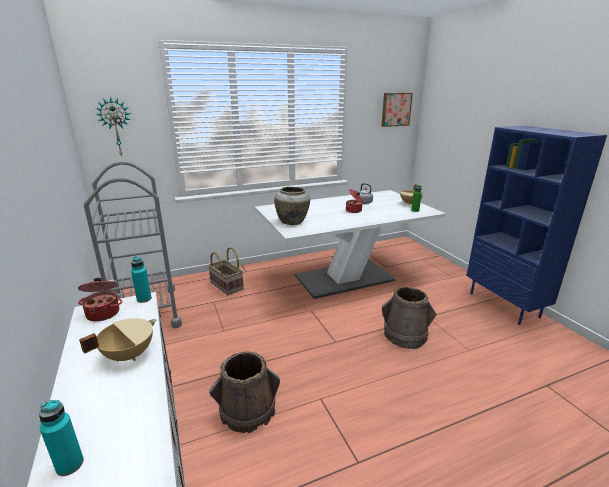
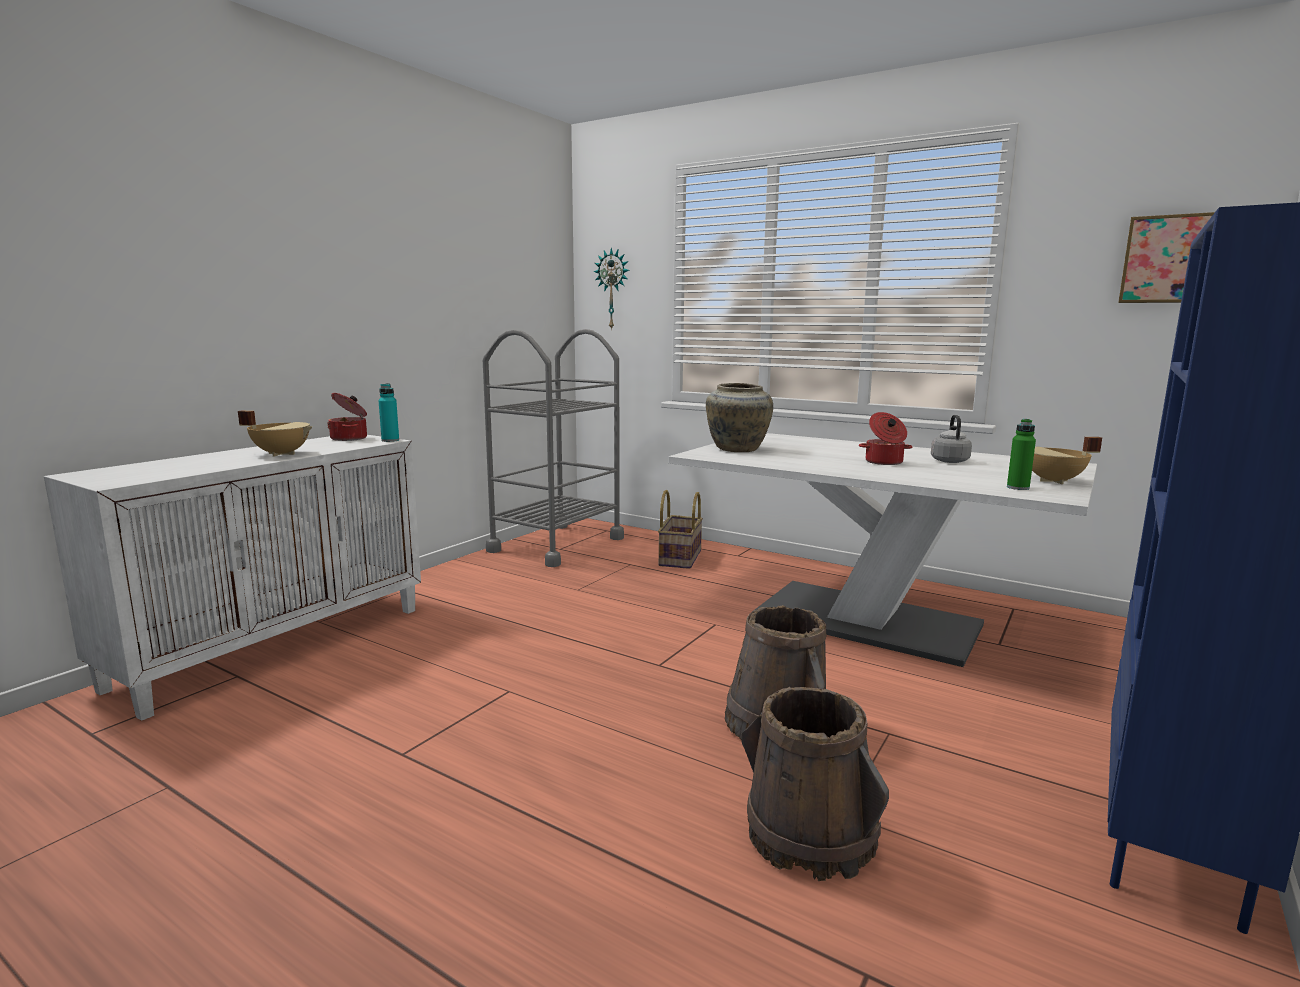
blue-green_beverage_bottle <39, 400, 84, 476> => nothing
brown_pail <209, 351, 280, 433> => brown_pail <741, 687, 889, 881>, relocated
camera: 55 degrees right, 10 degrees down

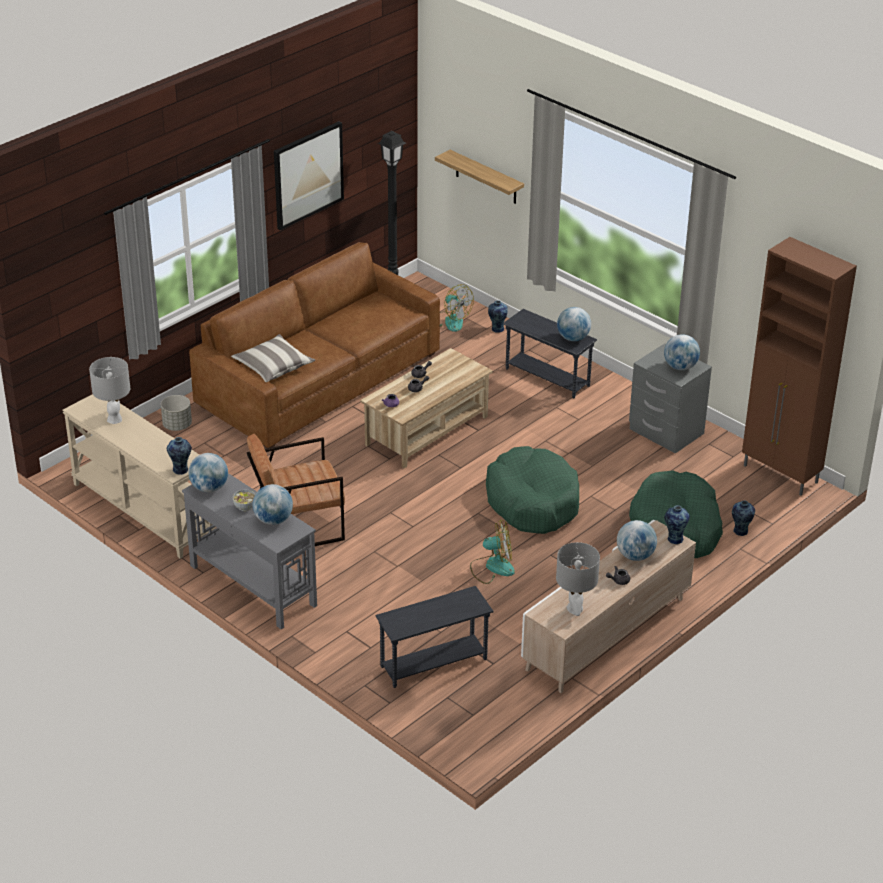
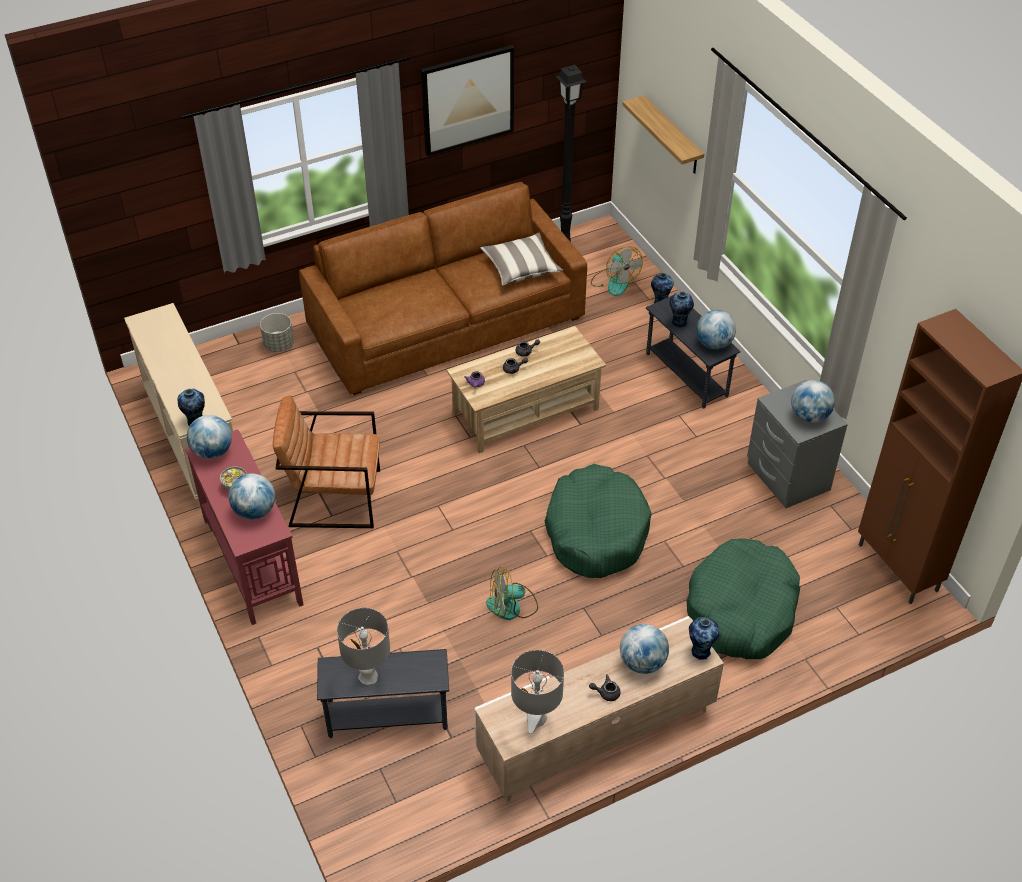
grey_lamp_for_a_table <89, 357, 130, 424> => grey_lamp_for_a_table <337, 608, 390, 685>, relocated
pillow <231, 334, 315, 382> => pillow <481, 233, 563, 285>, relocated
vase <732, 501, 755, 536> => vase <669, 292, 694, 328>, relocated
grey_console_table <182, 473, 317, 629> => red-coloured_console_table <184, 429, 303, 625>
cooling_fan <470, 520, 515, 584> => cooling_fan <486, 567, 538, 620>, 150 degrees clockwise
camera: 20 degrees right, 10 degrees up

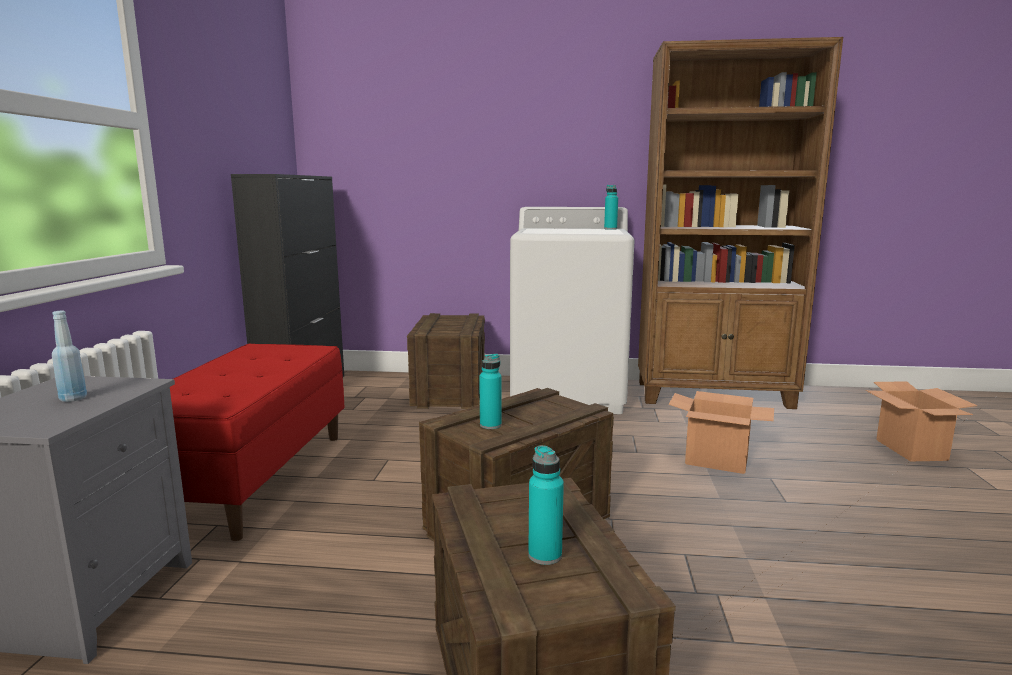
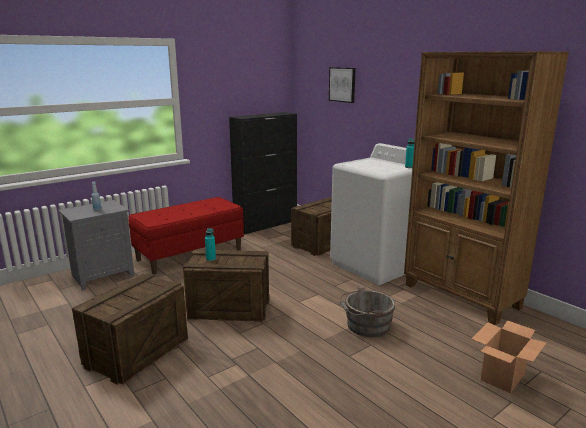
blue-green_beverage_bottle <528, 445, 564, 565> => nothing
nothing => picture <329, 67, 356, 103>
packing_box <669, 391, 774, 474> => grey_pail <340, 287, 395, 337>
camera: 45 degrees right, 5 degrees up

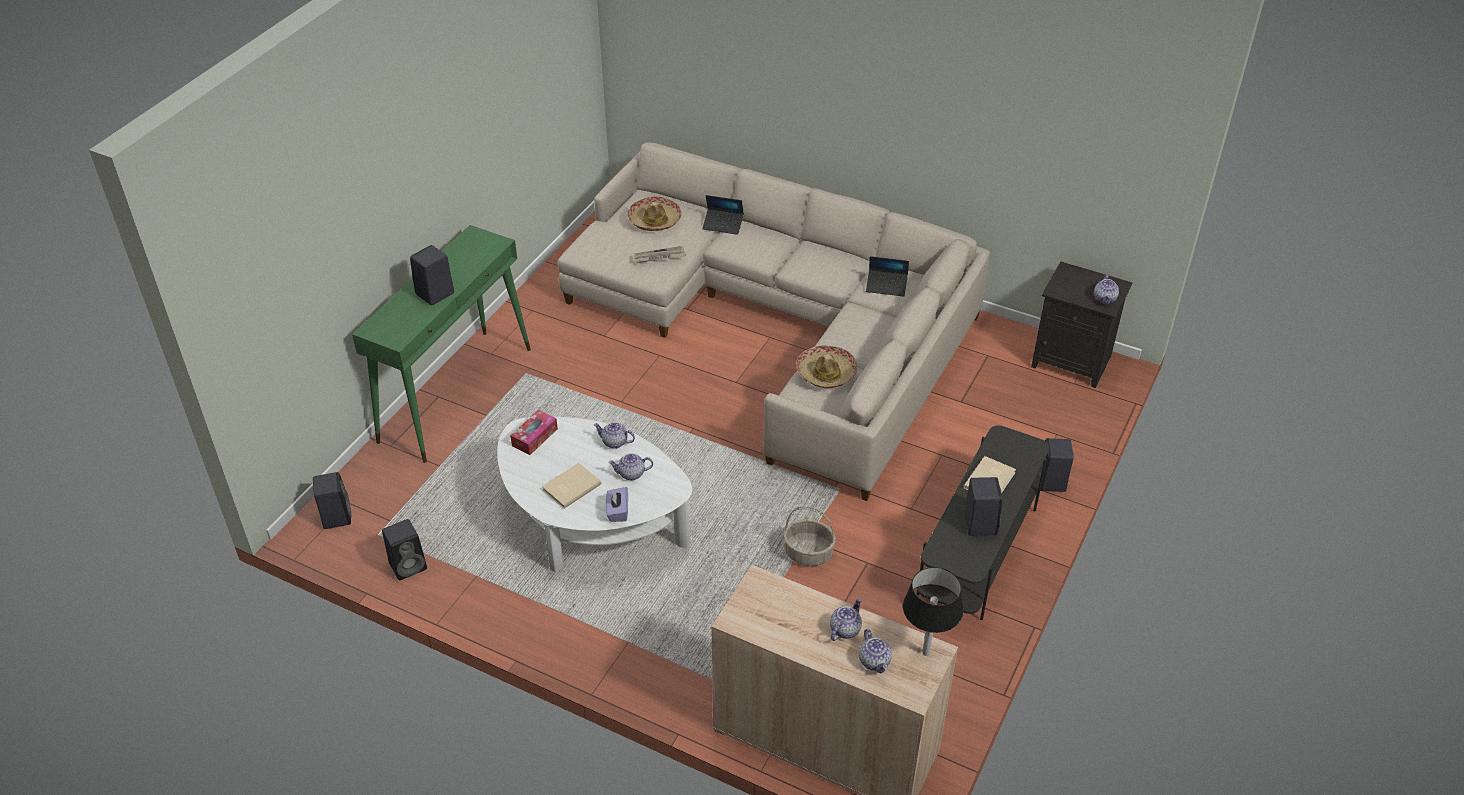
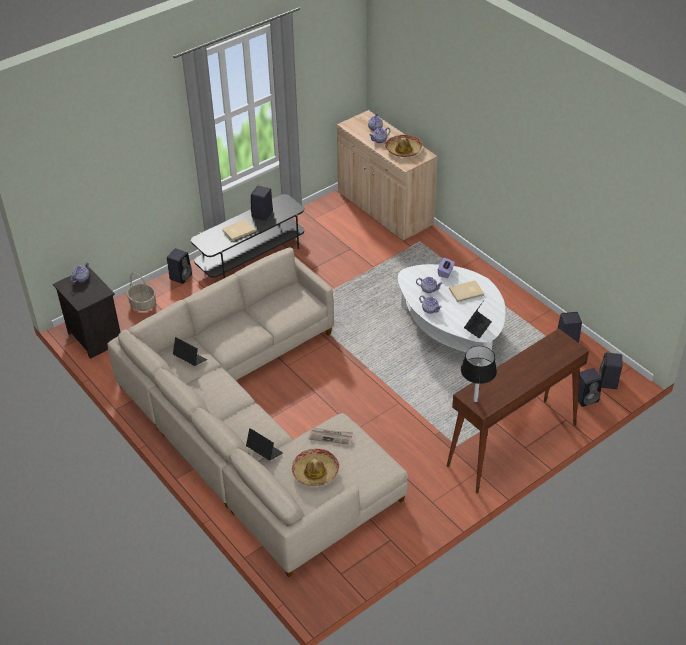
black-coloured_audio_speaker <410, 245, 454, 306> => black-coloured_audio_speaker <578, 368, 602, 407>, relocated
household_basket <783, 506, 836, 566> => household_basket <127, 272, 156, 311>, relocated
hat <796, 345, 857, 388> => hat <385, 135, 422, 157>, relocated
black-coloured_lamp_for_a_table <903, 567, 963, 656> => black-coloured_lamp_for_a_table <461, 346, 497, 402>, relocated
box_of_tissues <510, 409, 558, 455> => laptop <464, 302, 492, 339>
green_console_table <352, 225, 531, 463> => brown_console_table <447, 328, 589, 494>
camera: 155 degrees left, 0 degrees up

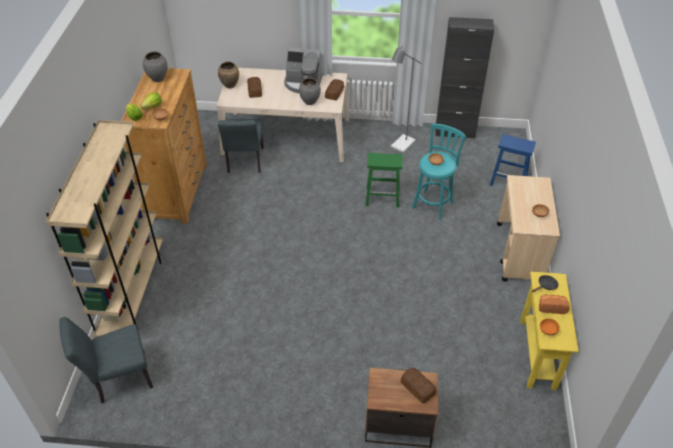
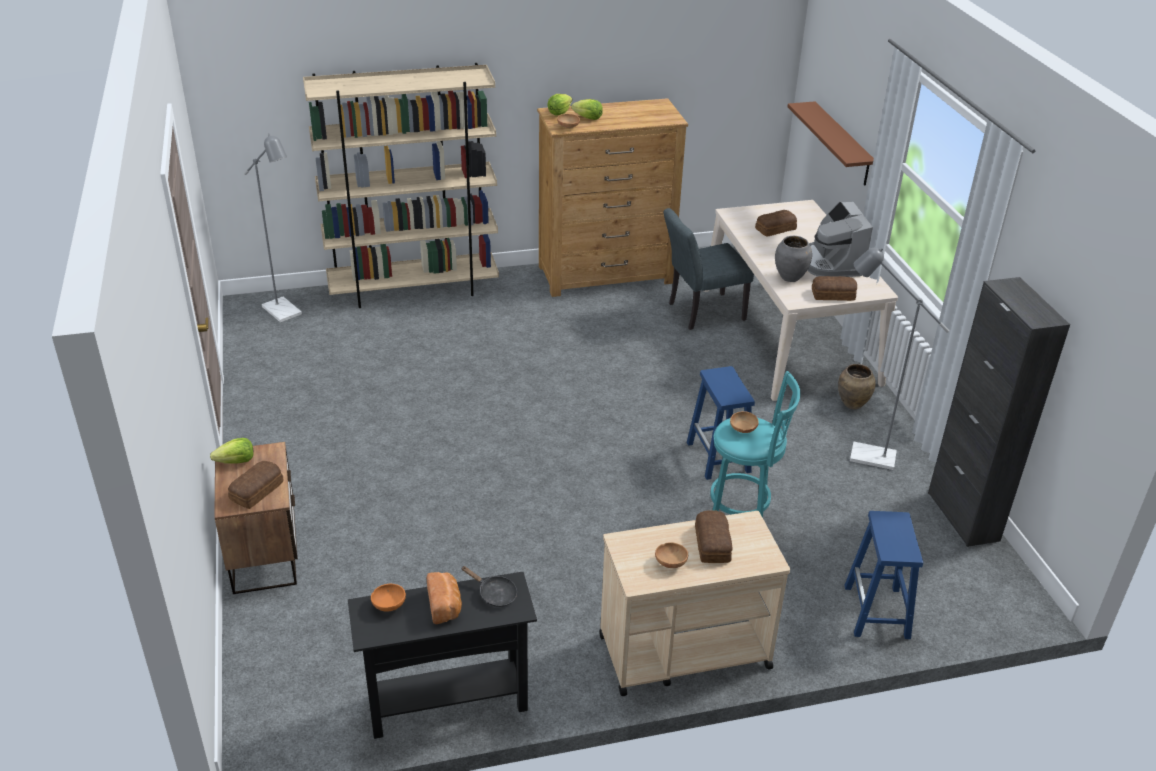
grey_vase <143, 51, 168, 82> => nothing
nothing => lettuce_head <210, 438, 253, 464>
nothing => bread <695, 510, 732, 563>
nothing => brown_bracket_shelf <787, 101, 874, 185>
brown_vase <218, 62, 239, 88> => brown_vase <838, 364, 876, 409>, relocated
grey_chair <59, 317, 153, 404> => grey_standing_lamp <244, 133, 302, 322>
green_sitting_stool <365, 153, 403, 208> => blue_sitting_stool <687, 366, 755, 480>
yellow_console_table <520, 271, 579, 390> => black-coloured_console_table <348, 572, 537, 739>
camera: 70 degrees right, 10 degrees down

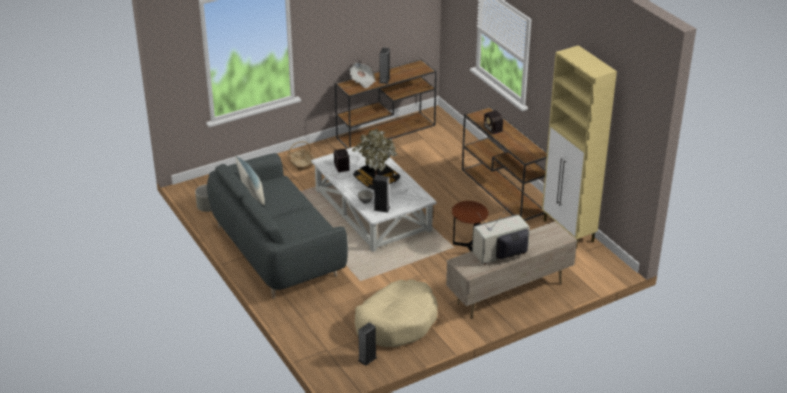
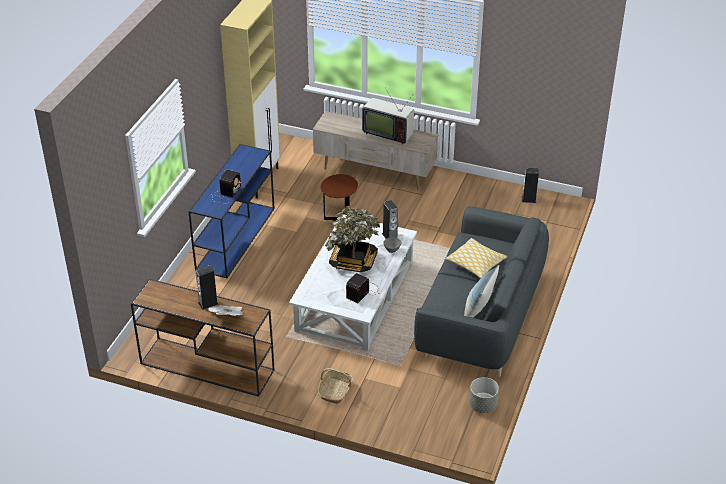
beige_dog_bed <355, 279, 438, 347> => nothing
nothing => pillow <445, 238, 508, 279>
brown_console_table <462, 107, 547, 221> => blue_console_table <188, 144, 275, 278>
camera: 130 degrees left, 5 degrees up

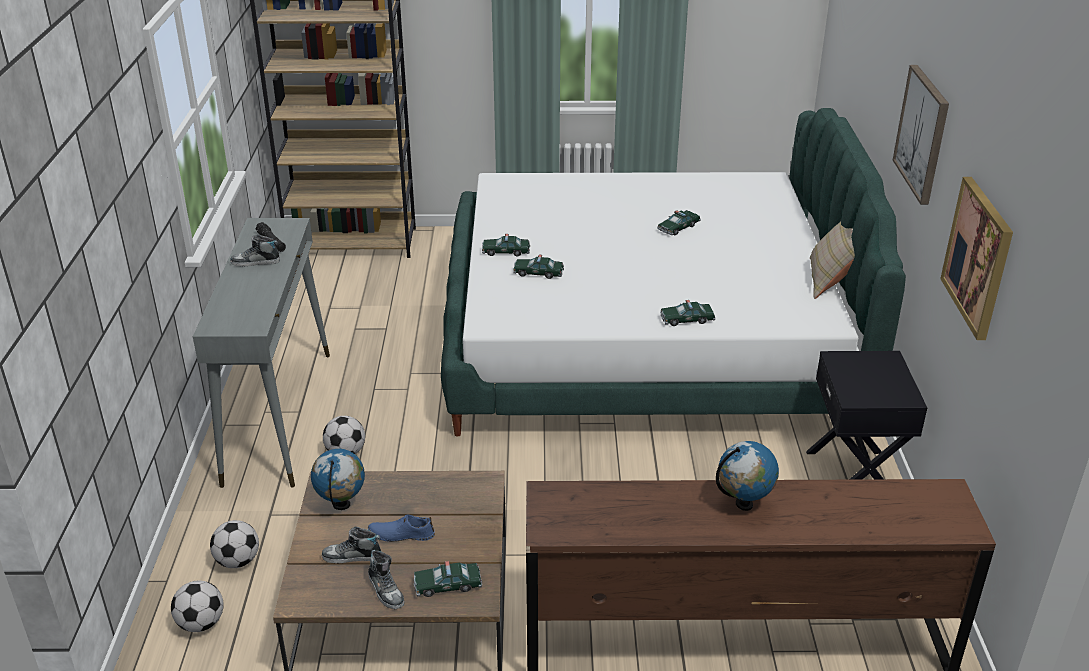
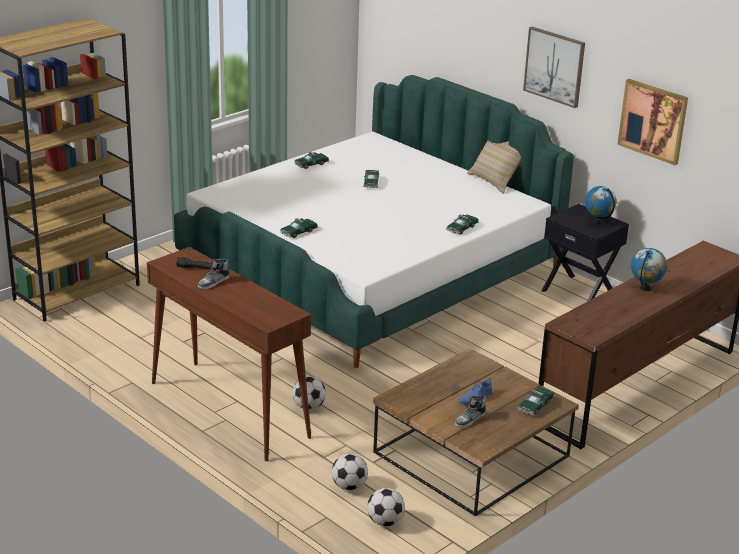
shoe <368, 550, 404, 609> => nothing
world_globe <311, 449, 365, 510> => world_globe <585, 186, 617, 224>, relocated
toy_car <513, 255, 564, 279> => toy_car <294, 152, 329, 169>, relocated
grey_console_table <193, 218, 330, 488> => brown_console_table <147, 247, 311, 461>
camera: 45 degrees left, 5 degrees down

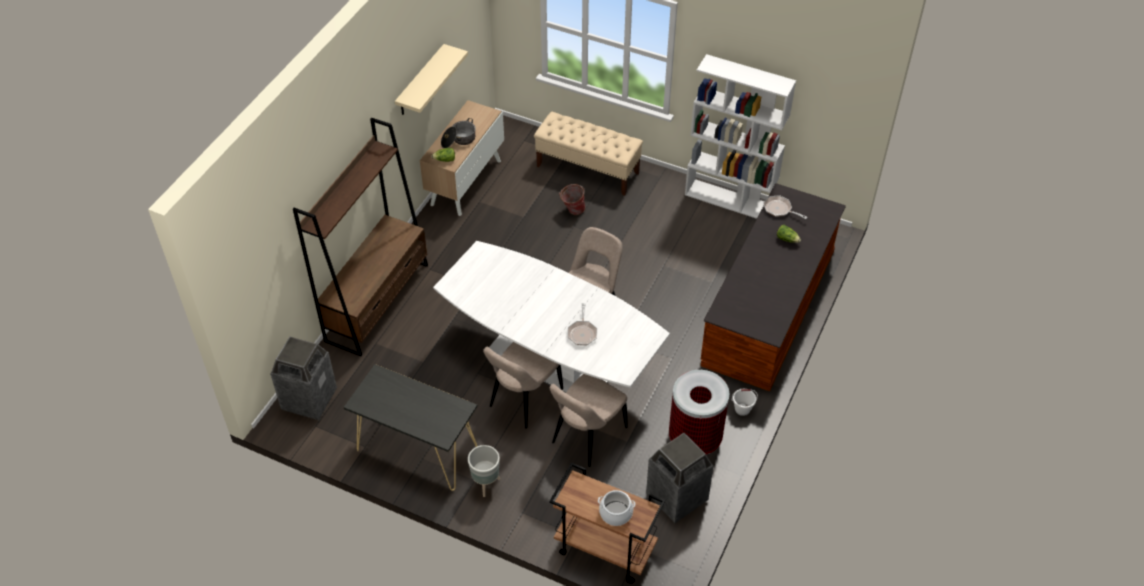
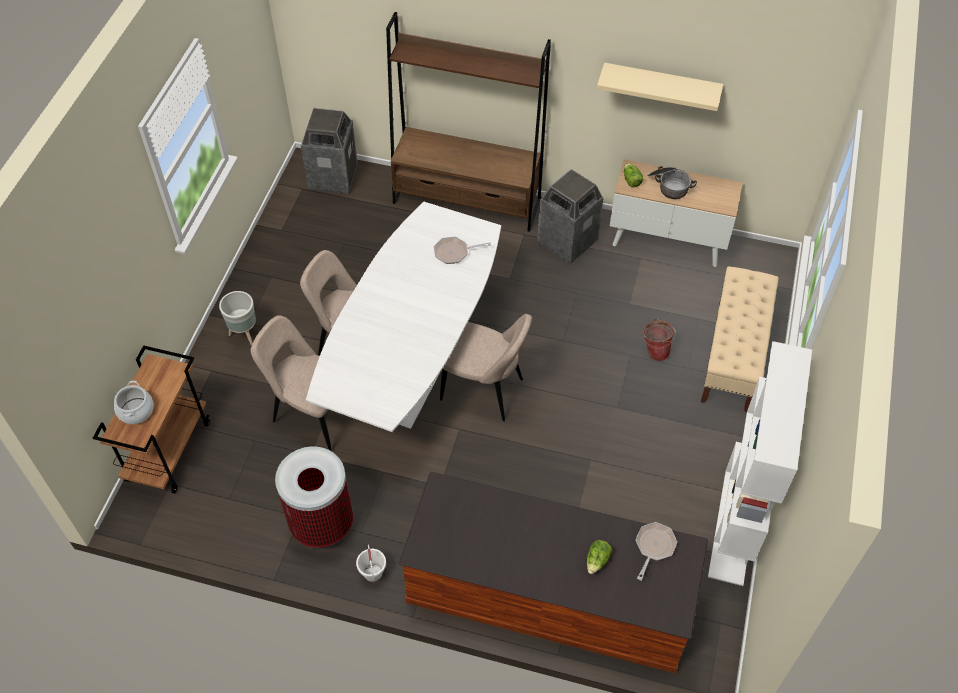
black-coloured_console_table <344, 364, 478, 491> => nothing
pan <567, 303, 597, 345> => pan <434, 237, 491, 264>, relocated
trash_can <646, 433, 713, 523> => trash_can <537, 169, 604, 264>, relocated
camera: 80 degrees right, 5 degrees up

